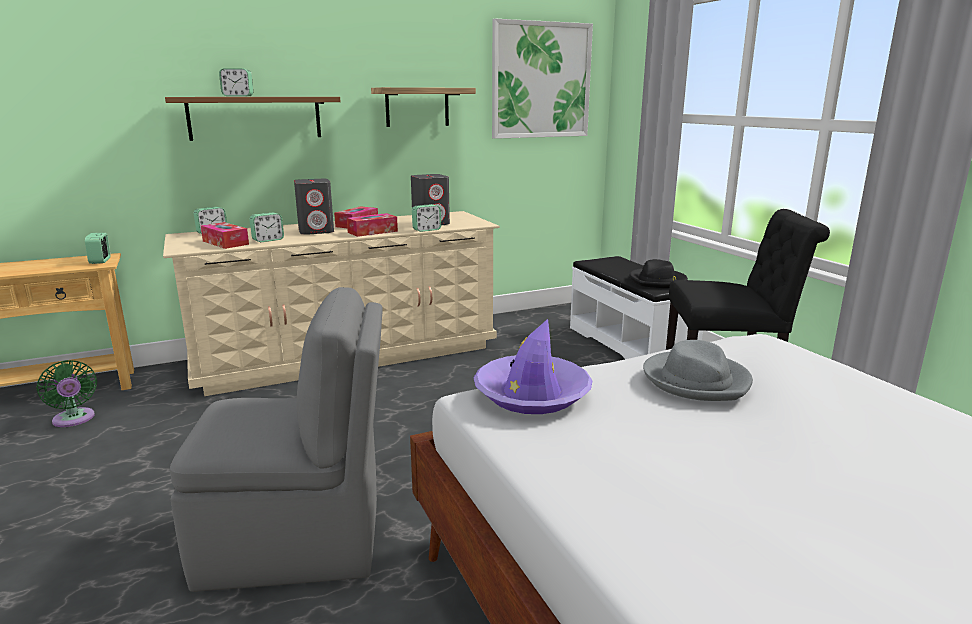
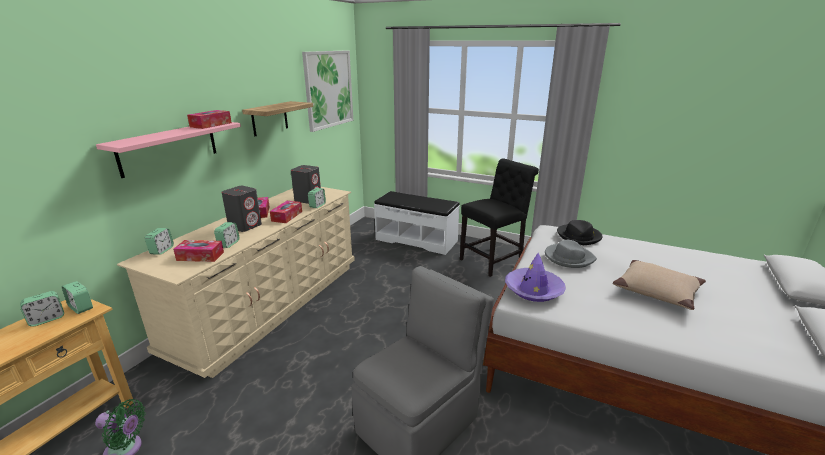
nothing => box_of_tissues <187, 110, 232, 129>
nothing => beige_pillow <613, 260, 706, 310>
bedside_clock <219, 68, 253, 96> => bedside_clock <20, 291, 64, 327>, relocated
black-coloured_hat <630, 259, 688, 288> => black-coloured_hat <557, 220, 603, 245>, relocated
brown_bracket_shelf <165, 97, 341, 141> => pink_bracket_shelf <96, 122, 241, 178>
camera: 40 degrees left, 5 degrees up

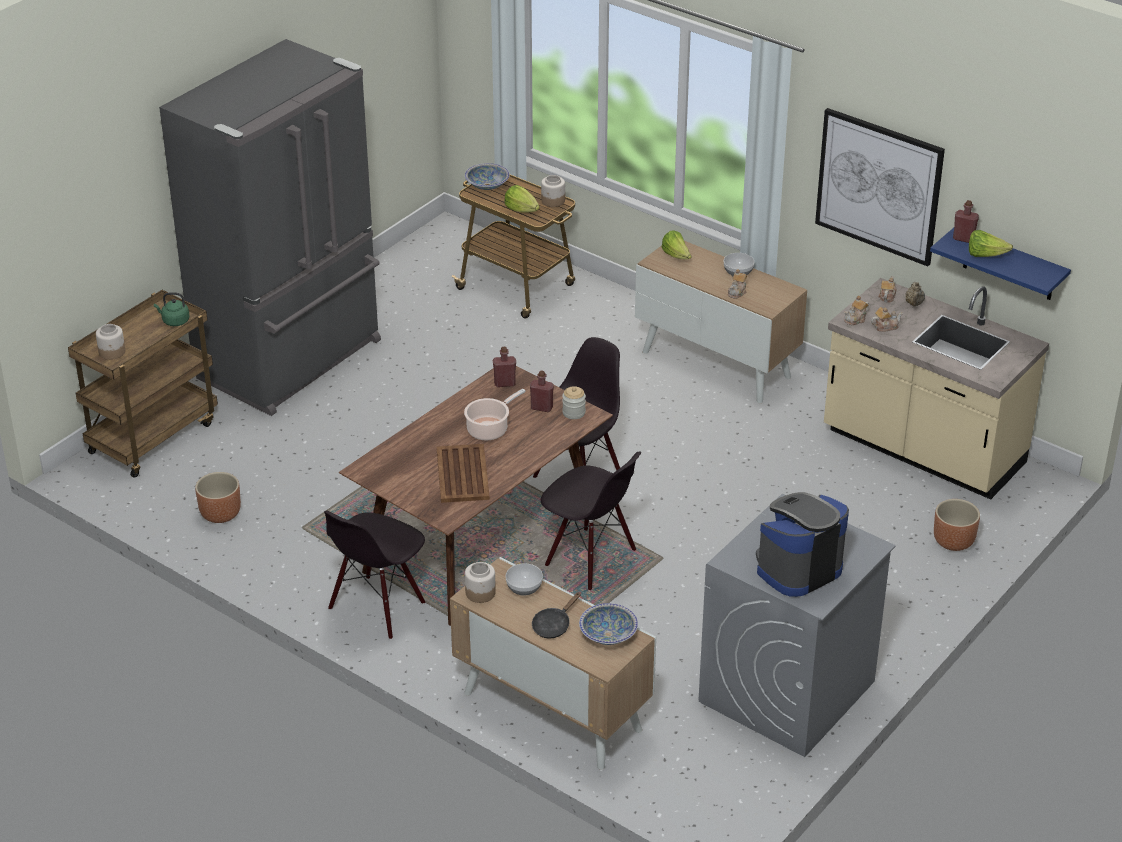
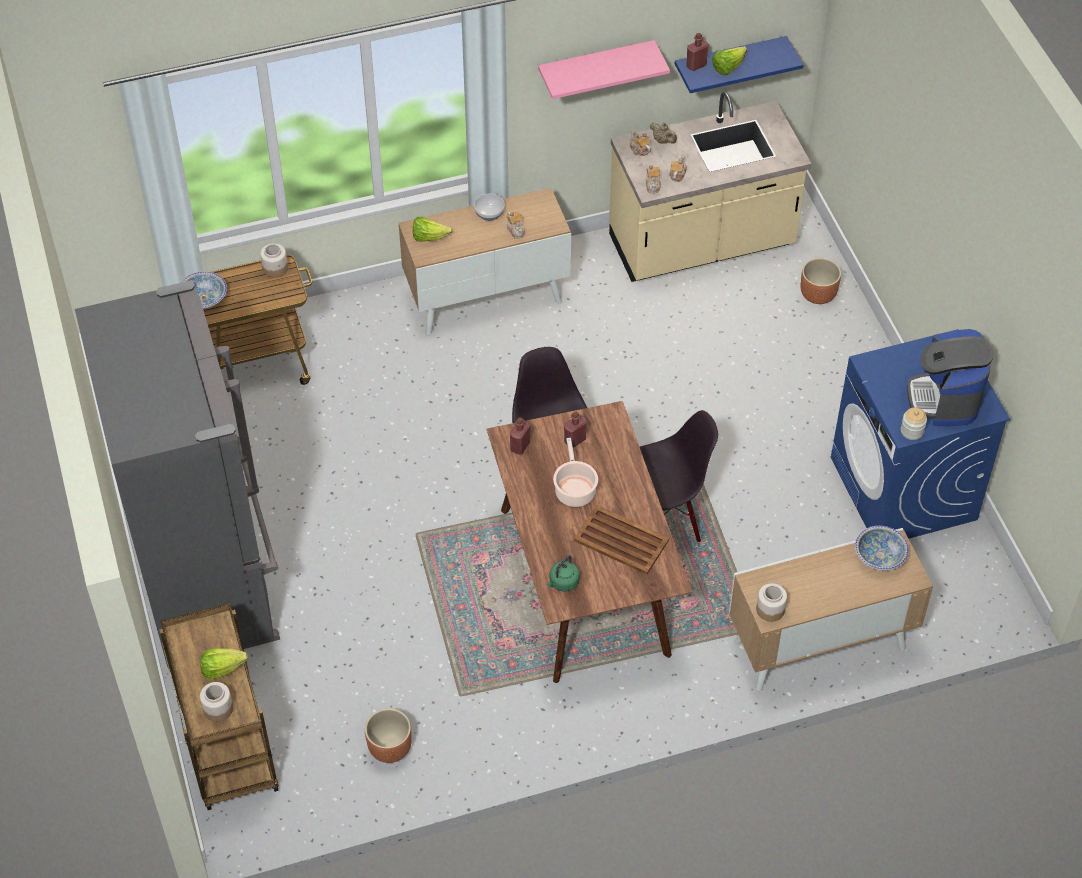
black-coloured_chair <324, 511, 425, 640> => nothing
bowl <505, 563, 543, 596> => nothing
black-coloured_pan <532, 592, 581, 639> => nothing
green_water_kettle <154, 292, 190, 326> => green_water_kettle <547, 555, 580, 592>, relocated
lettuce_head <504, 185, 540, 213> => lettuce_head <200, 648, 248, 679>, relocated
jar <562, 386, 586, 419> => jar <901, 407, 927, 440>, relocated
picture <815, 108, 945, 266> => pink_bracket_shelf <538, 40, 670, 99>
grey_washing_machine <698, 494, 896, 757> => blue_washing_machine <831, 329, 1010, 539>
camera: 55 degrees left, 15 degrees up

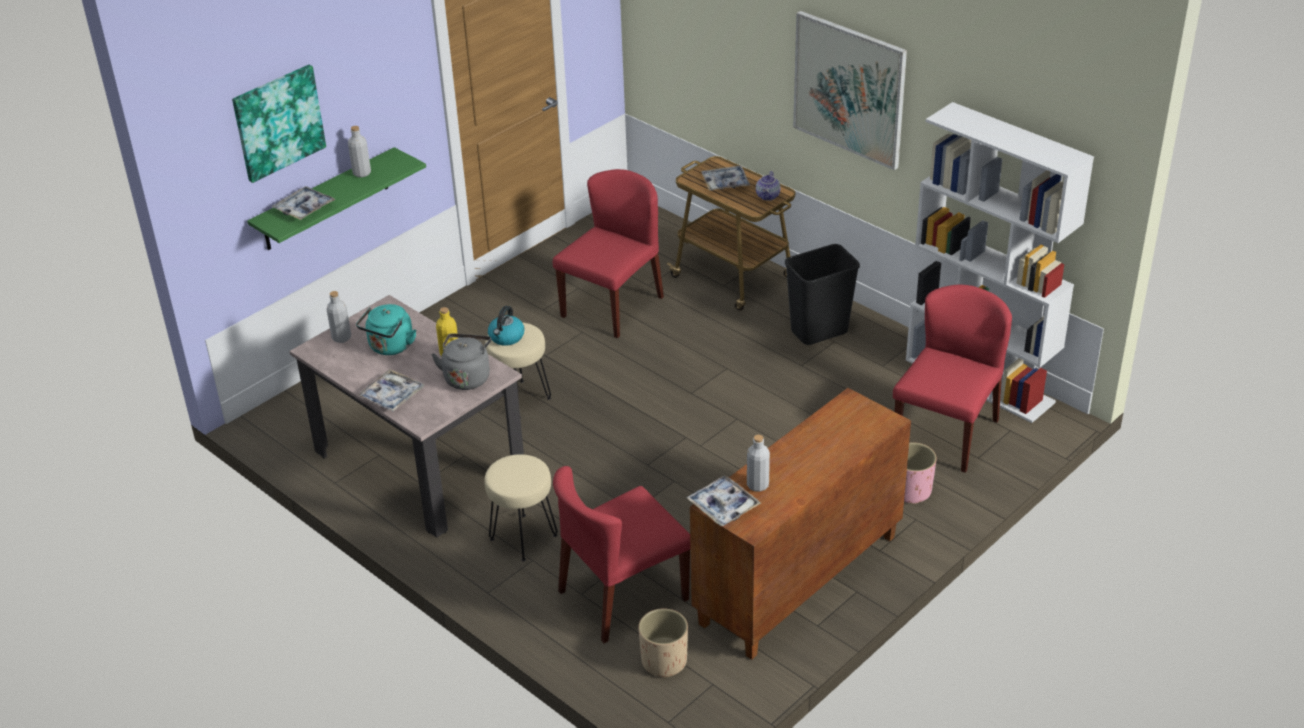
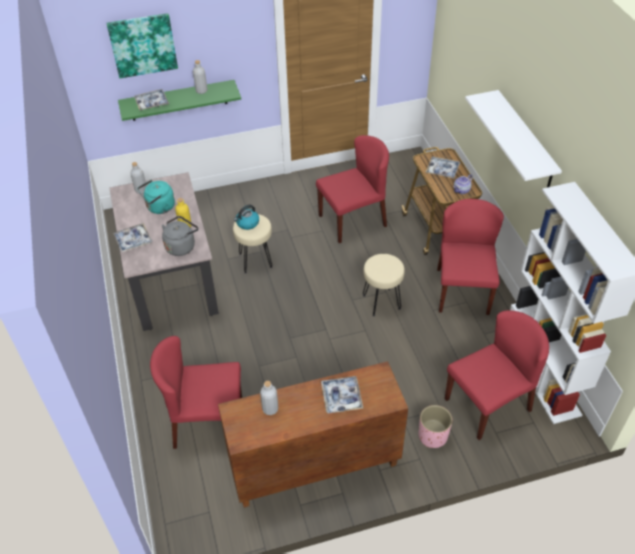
beige_planter <638, 608, 688, 678> => nothing
beige_sitting_stool <484, 454, 558, 561> => beige_sitting_stool <363, 254, 405, 317>, relocated
serving_tray <686, 475, 761, 526> => serving_tray <321, 376, 364, 413>, relocated
black-coloured_trash_can <785, 244, 860, 345> => red-coloured_chair <437, 199, 504, 315>
picture <793, 11, 907, 170> => white_bracket_shelf <465, 90, 562, 187>
camera: 30 degrees right, 10 degrees up

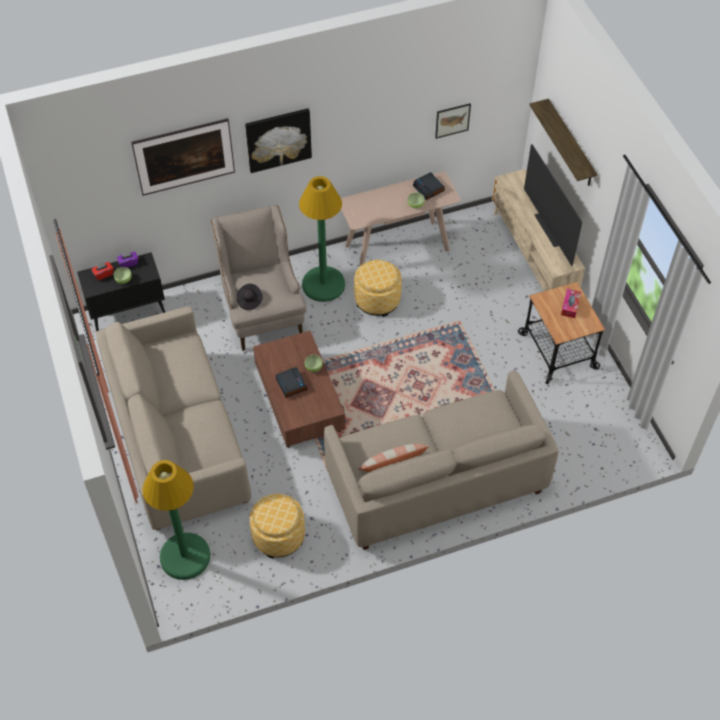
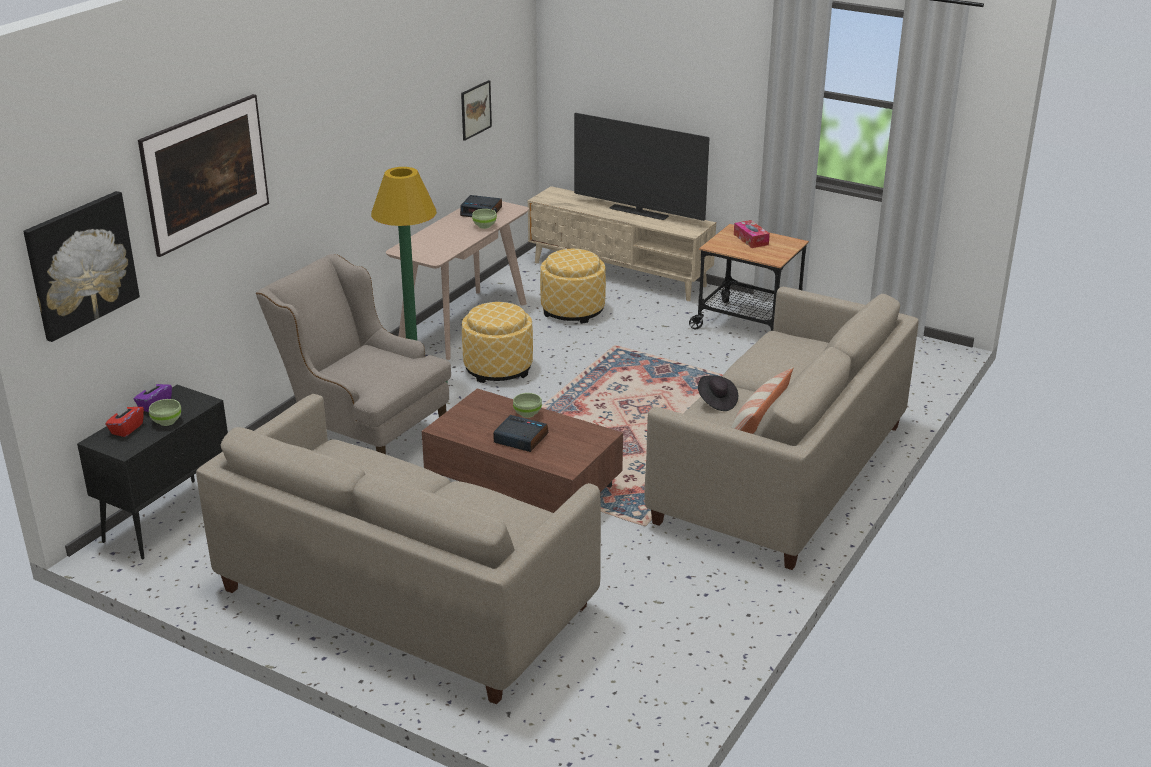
green_standing_lamp <142, 460, 210, 580> => nothing
bracket_shelf <529, 99, 597, 186> => nothing
black-coloured_hat <236, 284, 263, 310> => black-coloured_hat <698, 376, 738, 411>, relocated
picture <245, 108, 312, 173> => picture <23, 191, 140, 342>, relocated
pouffe <250, 494, 305, 558> => pouffe <540, 249, 606, 324>, relocated
camera: 40 degrees left, 25 degrees down

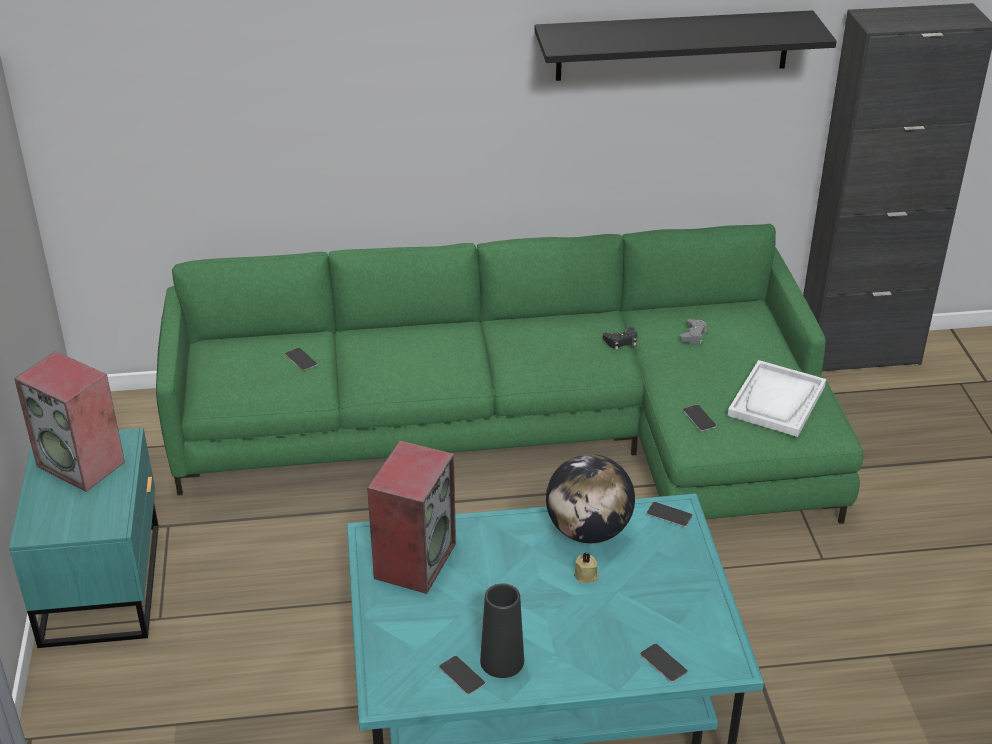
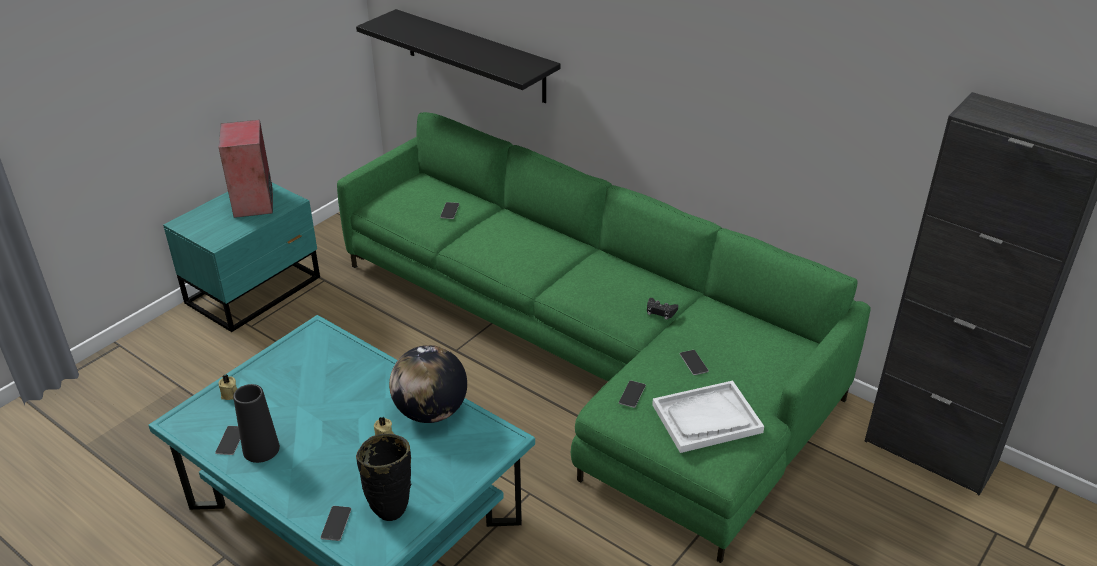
audio_speaker <367, 441, 456, 594> => nothing
grey_game_controller <680, 319, 707, 344> => nothing
nothing => beige_candle <219, 374, 238, 400>
nothing => black-coloured_vase <356, 433, 412, 521>
black-coloured_bracket_shelf <534, 10, 837, 81> => black-coloured_bracket_shelf <356, 9, 561, 103>, relocated
handset <646, 502, 693, 527> => handset <680, 350, 709, 375>, relocated
camera: 45 degrees right, 0 degrees up

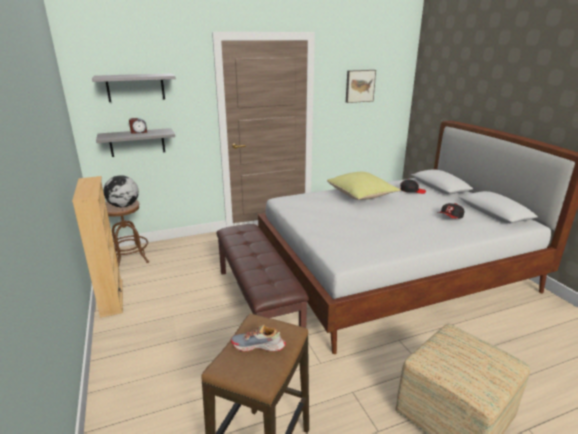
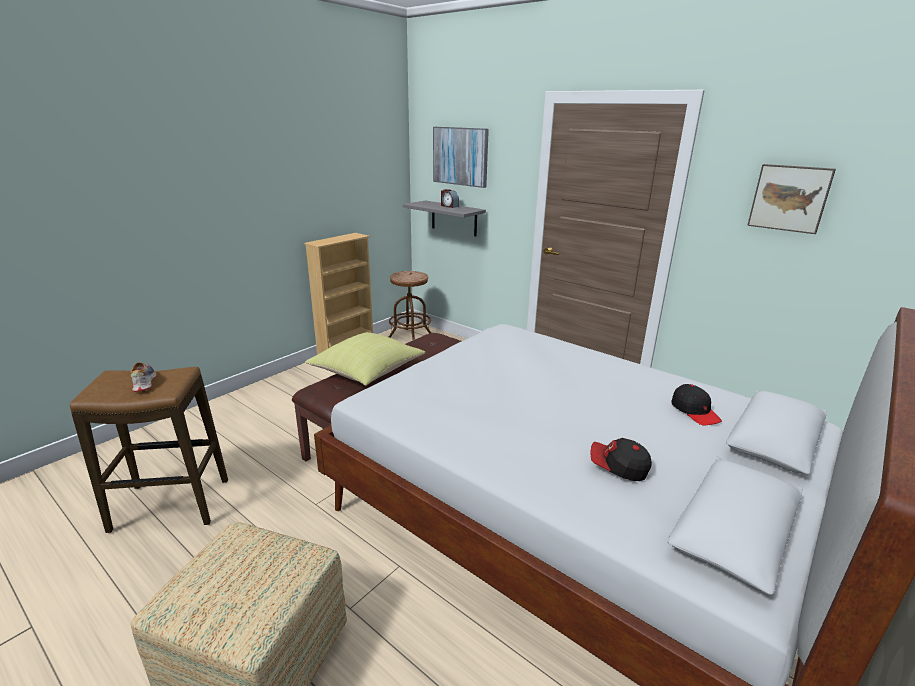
world_globe <103, 175, 139, 207> => nothing
yellow_pillow <327, 172, 401, 200> => yellow_pillow <305, 332, 425, 386>, relocated
grey_bracket_shelf <92, 73, 176, 102> => picture <433, 127, 489, 188>
camera: 60 degrees right, 0 degrees up

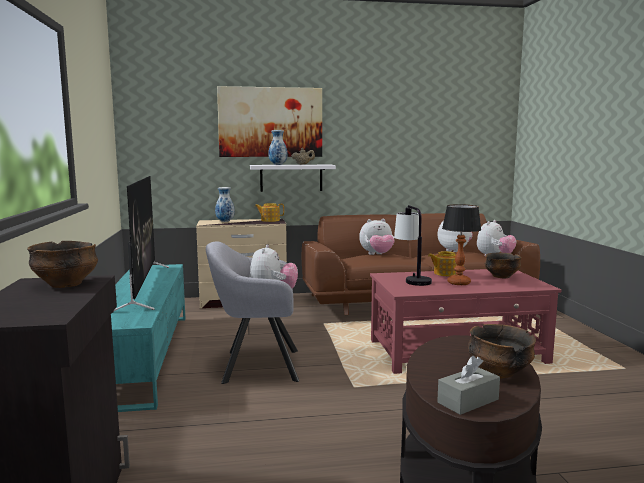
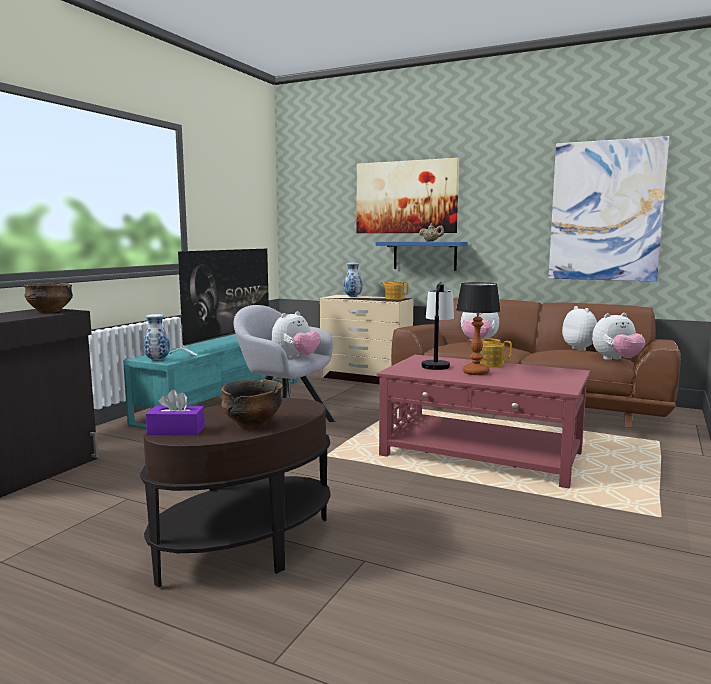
bowl <485, 253, 522, 278> => nothing
nothing => picture <549, 136, 670, 282>
vase <268, 130, 288, 165> => vase <143, 314, 170, 361>, relocated
white_bracket_shelf <250, 165, 336, 192> => blue_bracket_shelf <376, 241, 468, 271>
grey_box_of_tissues <437, 356, 500, 415> => purplish_box_of_tissues <146, 389, 205, 435>
camera: 35 degrees right, 0 degrees up

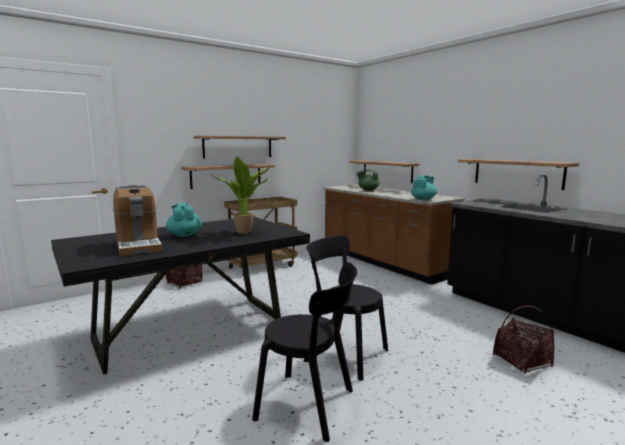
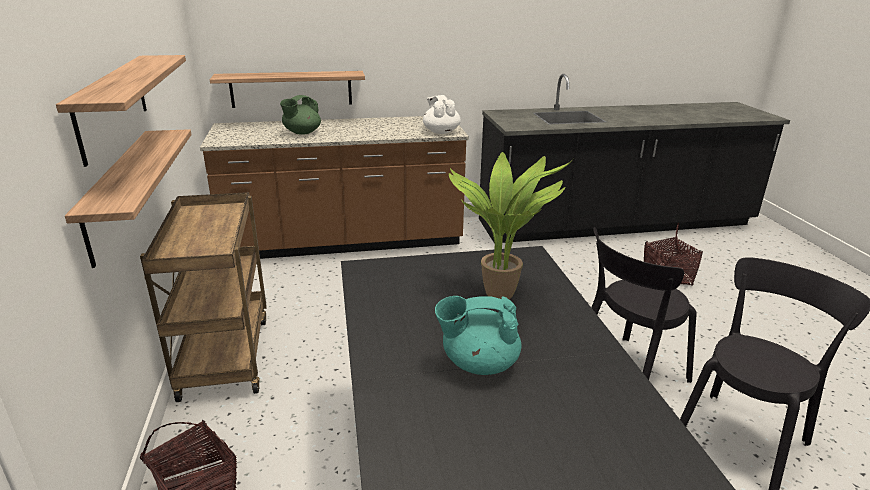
coffee_brewer <113, 185, 163, 256> => nothing
bracket_shelf <458, 159, 579, 190> => nothing
blue-green_pot_for_tea <411, 175, 437, 200> => white_pot_for_tea <423, 95, 461, 134>
camera: 65 degrees left, 15 degrees up

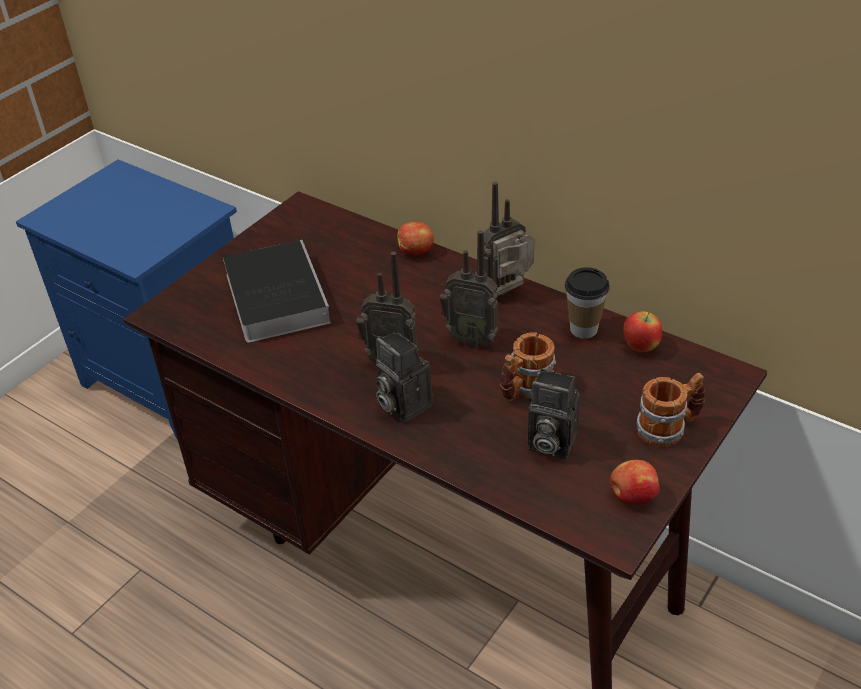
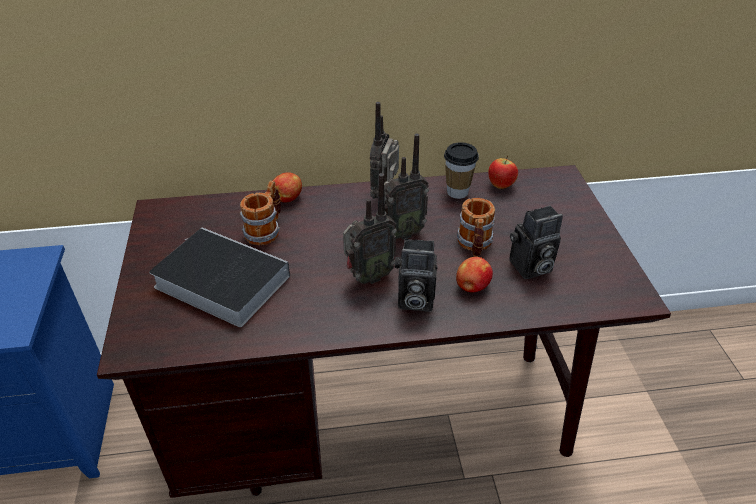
whole_apple <610, 460, 660, 504> => whole_apple <456, 257, 493, 292>, relocated
tea_mug <637, 373, 706, 447> => tea_mug <240, 180, 281, 245>, relocated
camera: 45 degrees left, 0 degrees up

